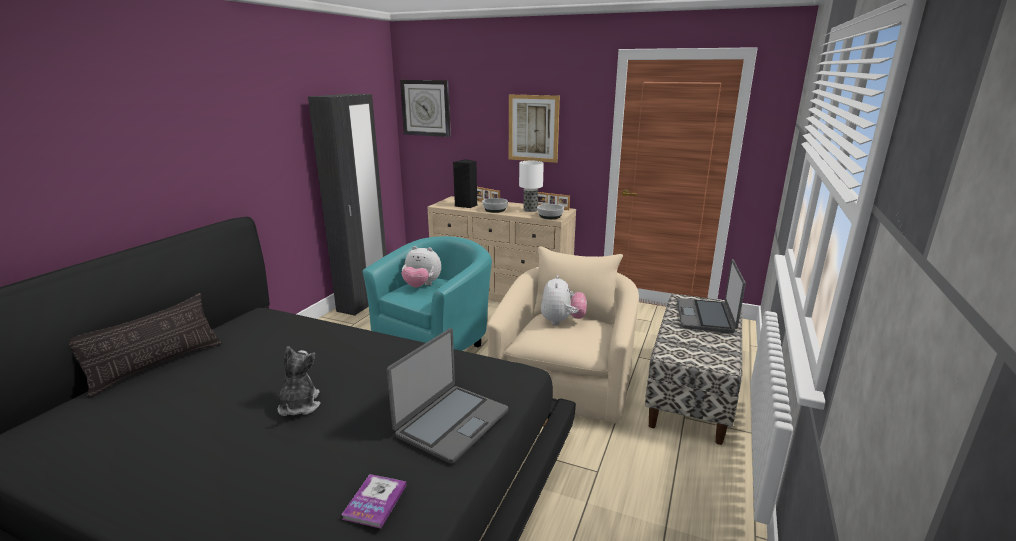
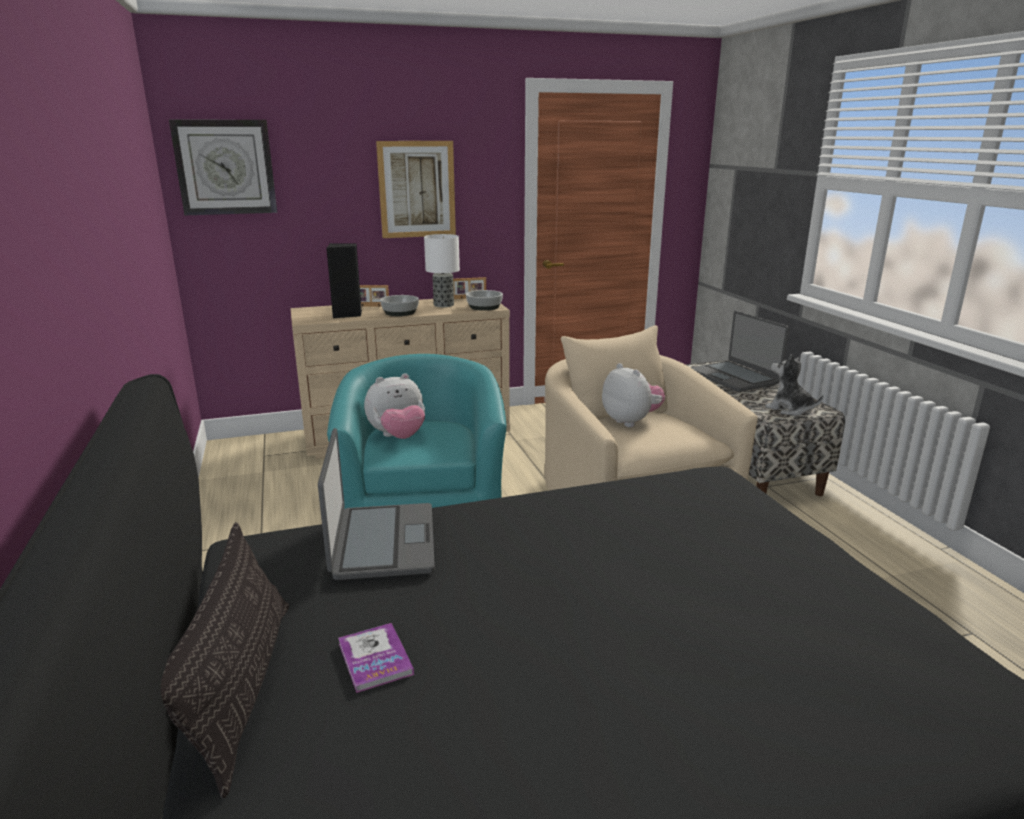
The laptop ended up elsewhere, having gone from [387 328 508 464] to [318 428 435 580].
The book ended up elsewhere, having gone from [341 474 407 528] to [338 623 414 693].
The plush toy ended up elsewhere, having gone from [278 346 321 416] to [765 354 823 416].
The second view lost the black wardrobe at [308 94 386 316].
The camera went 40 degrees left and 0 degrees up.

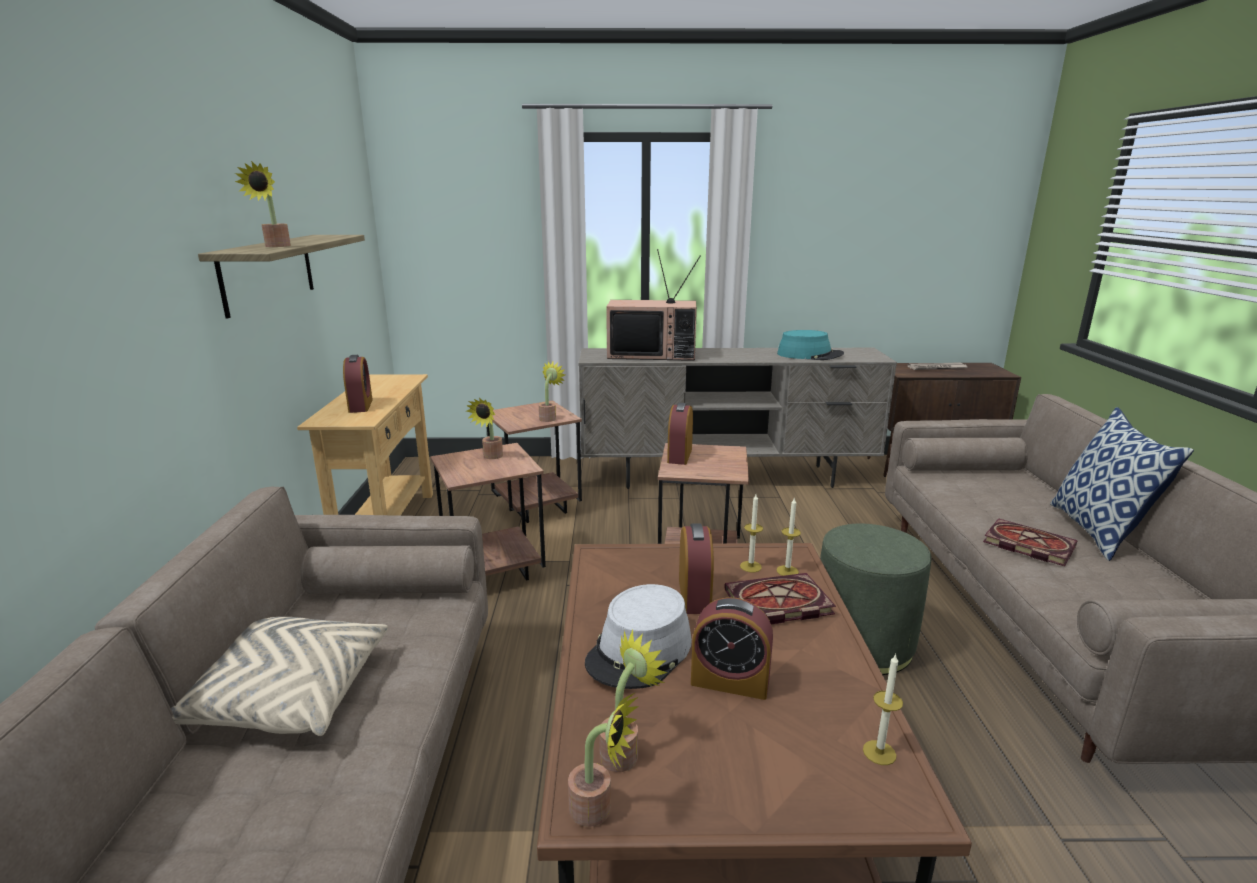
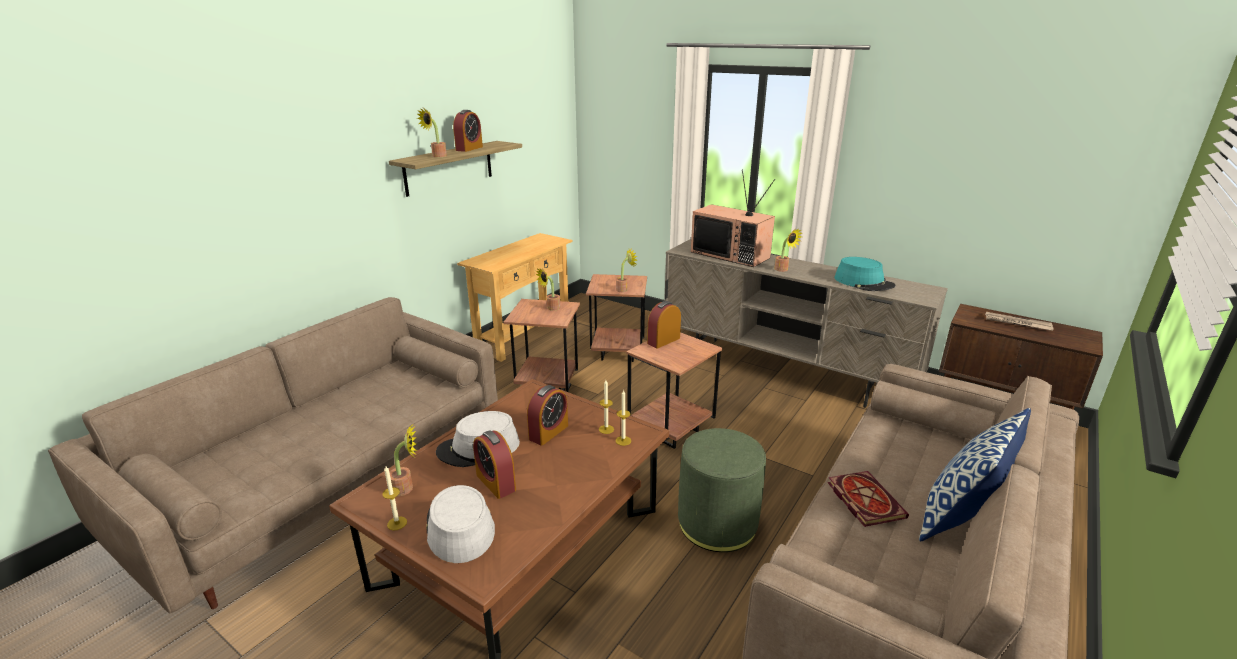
The candle ended up elsewhere, having gone from [863 654 903 765] to [382 467 407 531].
The second view gained the grey hat at [426 485 495 563].
The alarm clock ended up elsewhere, having gone from [343 355 373 413] to [453 110 483 152].
The potted plant ended up elsewhere, having gone from [568 692 639 827] to [774 229 802 272].
The second view lost the beige pillow at [171 617 388 736].
The second view lost the book at [724 573 836 624].
The camera went 35 degrees right and 5 degrees up.

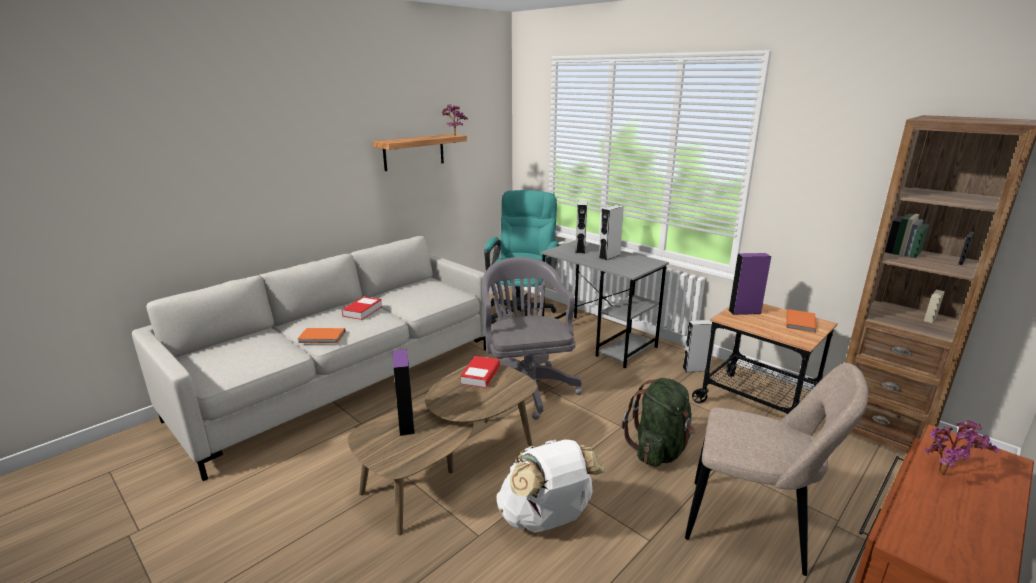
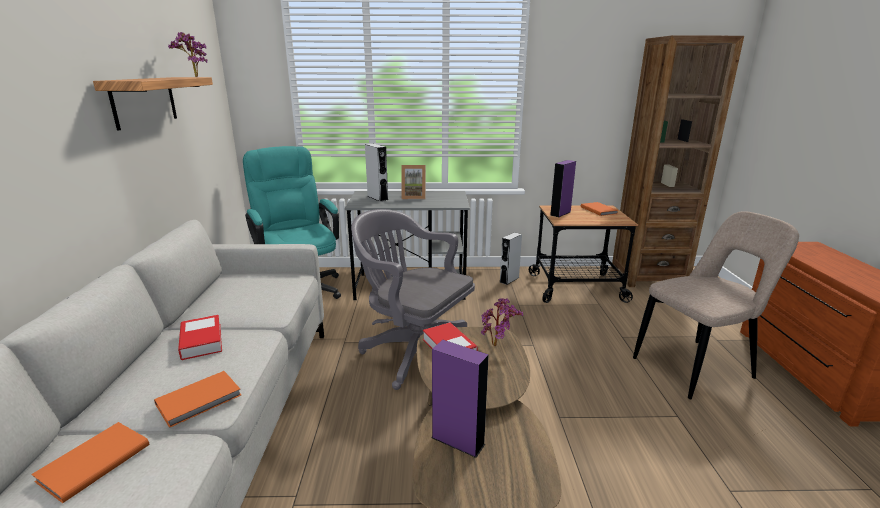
The second view gained the orange book at [31 422 149 503].
Where the grey speaker stood at [599 205 624 260], the picture frame came to stand at [402 165 426 199].
The potted plant ended up elsewhere, having gone from [925 420 1000 475] to [481 298 523 346].
The second view lost the white backpack at [497 439 605 533].
The second view lost the green backpack at [622 378 696 466].
The camera went 45 degrees left and 0 degrees up.

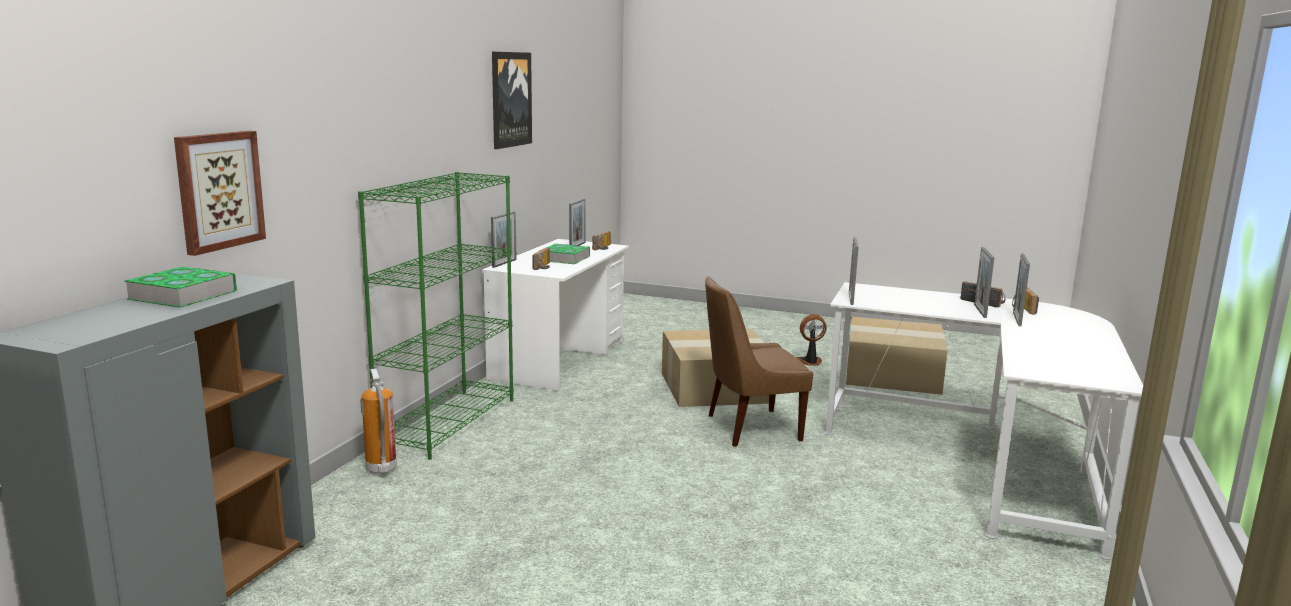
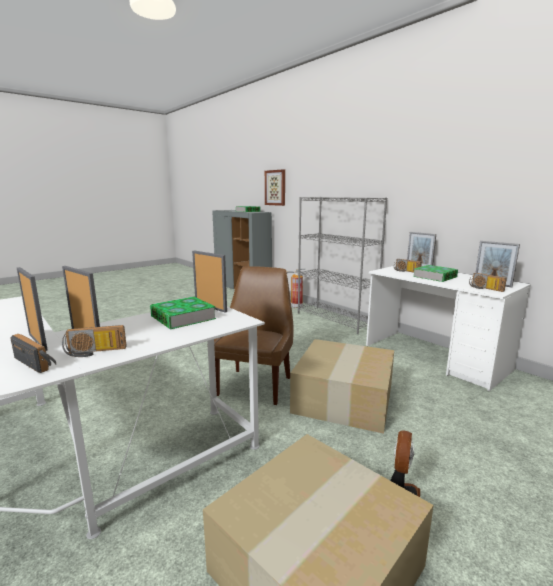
The second view gained the book at [150 296 216 329].
What was the green bookcase at [358 172 514 460] turned into the grey bookcase at [298 197 387 334].
The second view lost the picture at [492 52 532 149].
The camera went 120 degrees right and 0 degrees up.

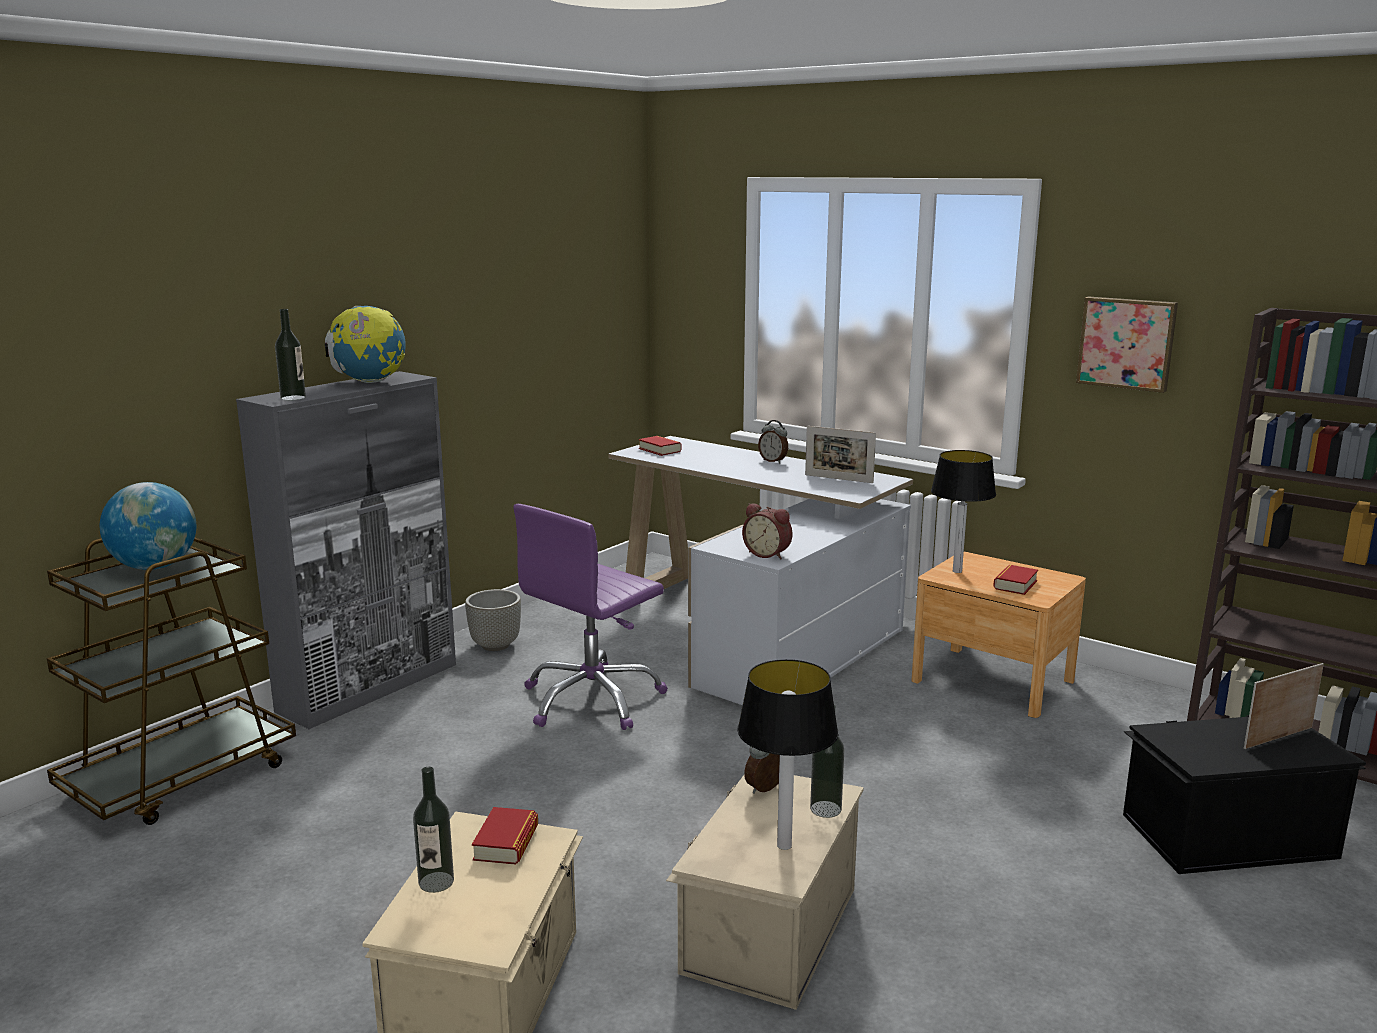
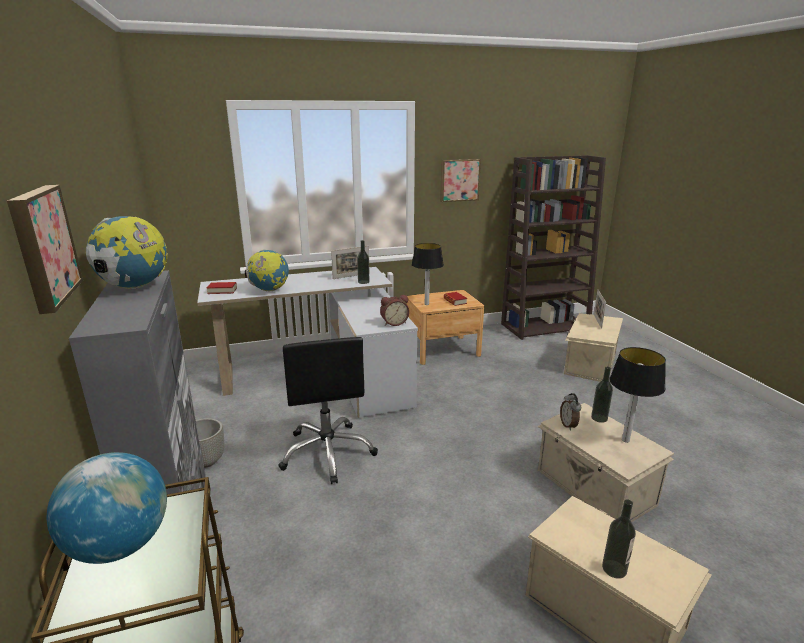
The second view gained the picture at [7 185 83 314].
The second view gained the globe at [245 250 289 291].
What was the purple office chair at [513 504 668 730] turned into the black office chair at [278 337 378 484].
The bottle ended up elsewhere, having gone from [275 309 306 400] to [357 240 370 284].
What was the black storage box at [1123 715 1366 874] turned into the beige storage box at [564 313 623 382].
The second view lost the book at [472 807 538 865].
The second view lost the alarm clock at [758 420 788 463].
The camera went 55 degrees left and 5 degrees up.

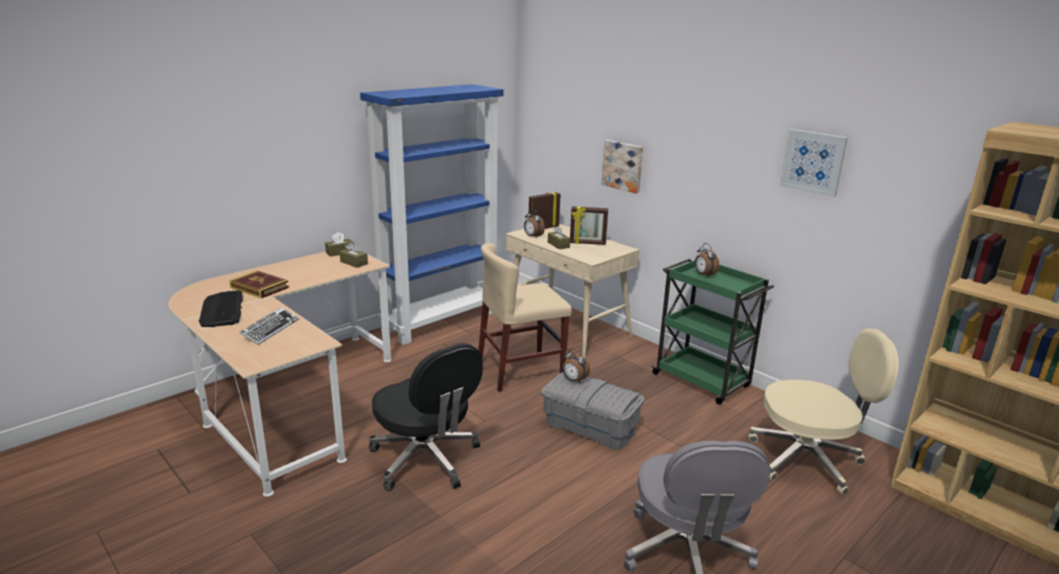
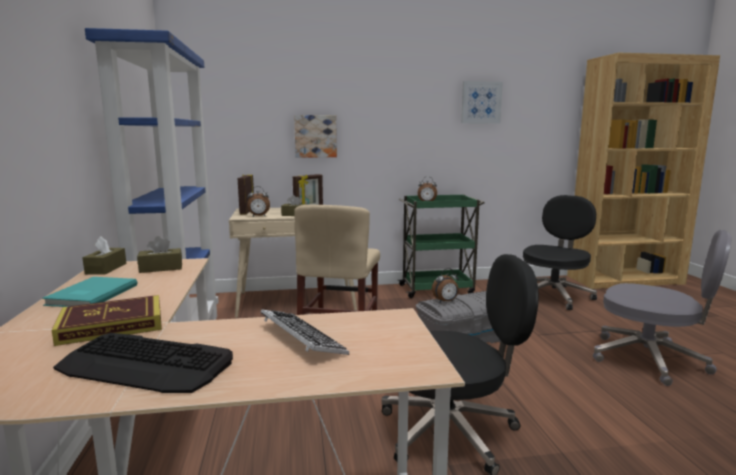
The second view gained the turquoise book at [42 277 137 307].
What was the beige office chair at [748 328 899 495] turned into the black office chair at [523 195 597 310].
The camera went 55 degrees left and 10 degrees down.

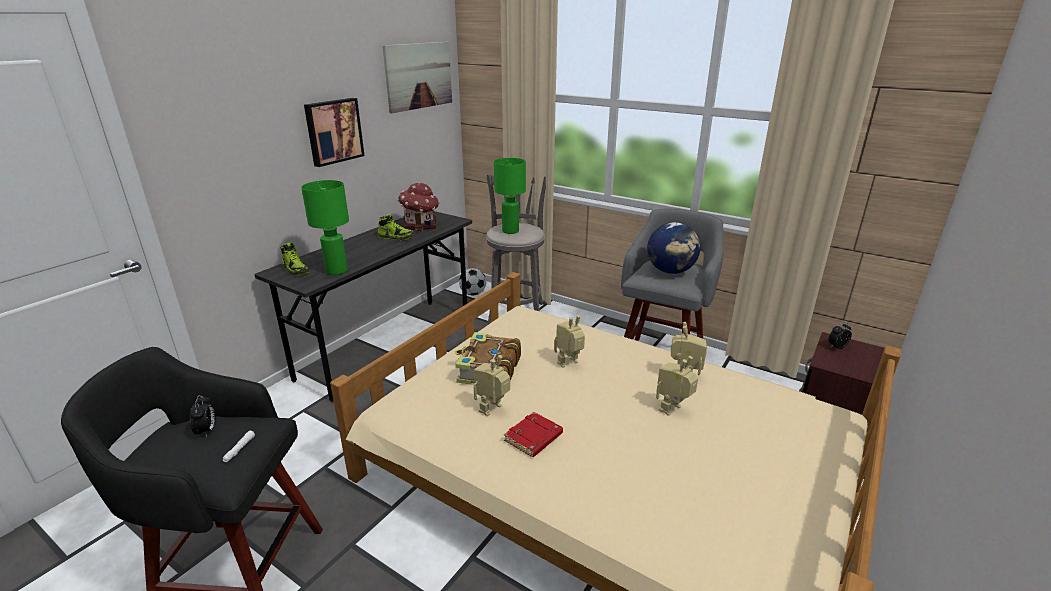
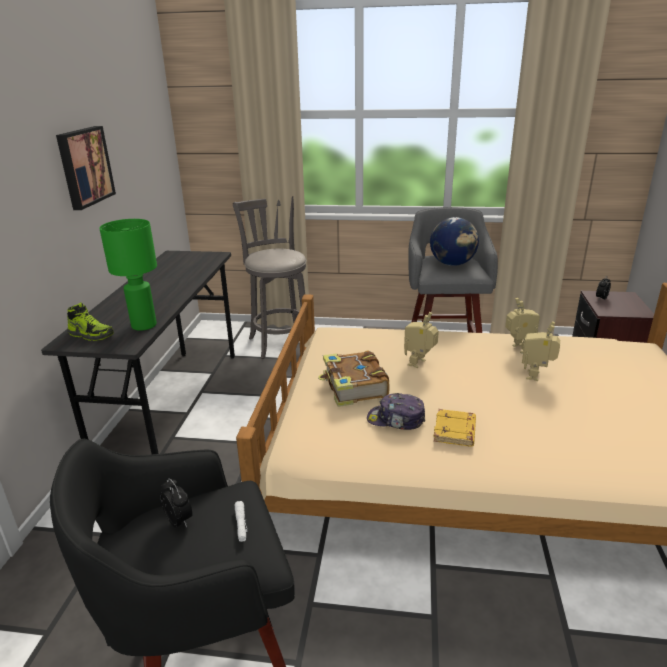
Where the toy robot stood at [474 355 510 416], the cap came to stand at [367 393 425 430].
What was the red book at [504 412 563 457] turned into the yellow book at [434 409 476 447].
The second view lost the shoe at [378 214 414 241].
The second view lost the picture at [382 42 452 113].
The second view lost the toy house at [398 183 440 232].
The second view lost the football at [459 268 486 296].
The second view lost the green table lamp at [494 158 526 234].
The camera went 25 degrees left and 0 degrees up.

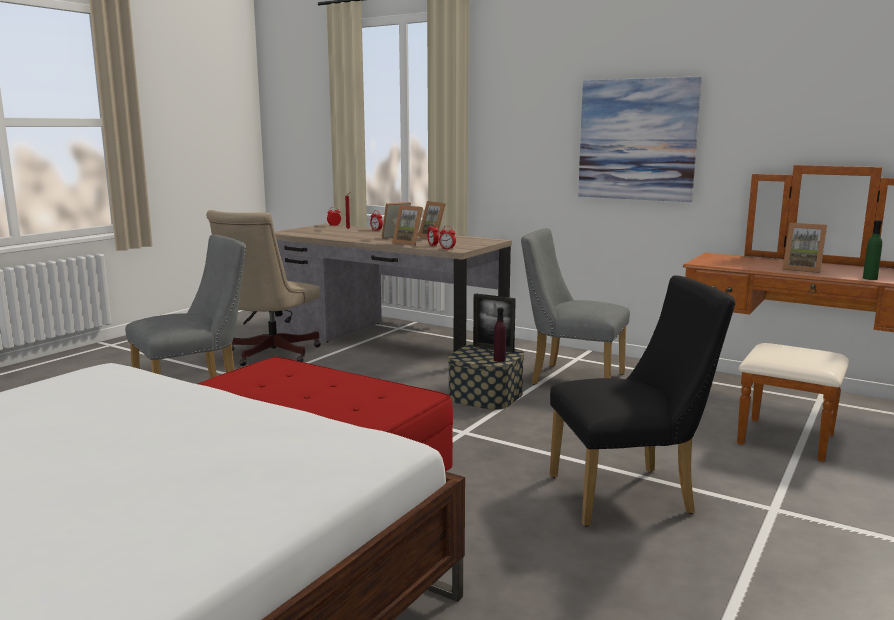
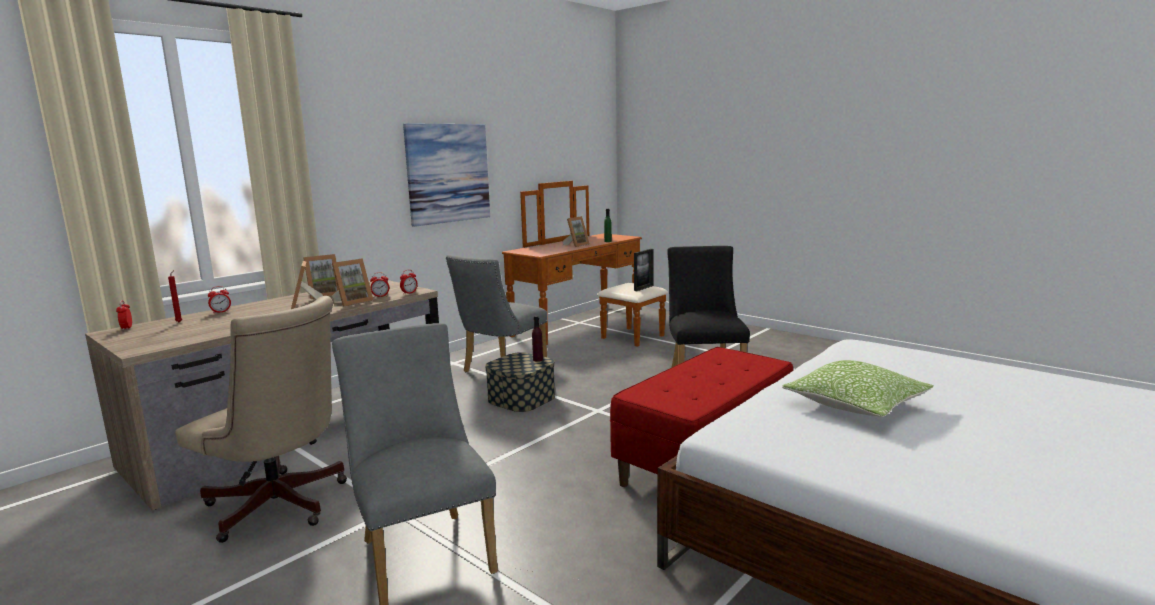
The picture frame ended up elsewhere, having gone from [473 294 516 353] to [634 249 654 291].
The second view gained the pillow at [782 360 933 417].
The camera went 80 degrees left and 0 degrees up.

